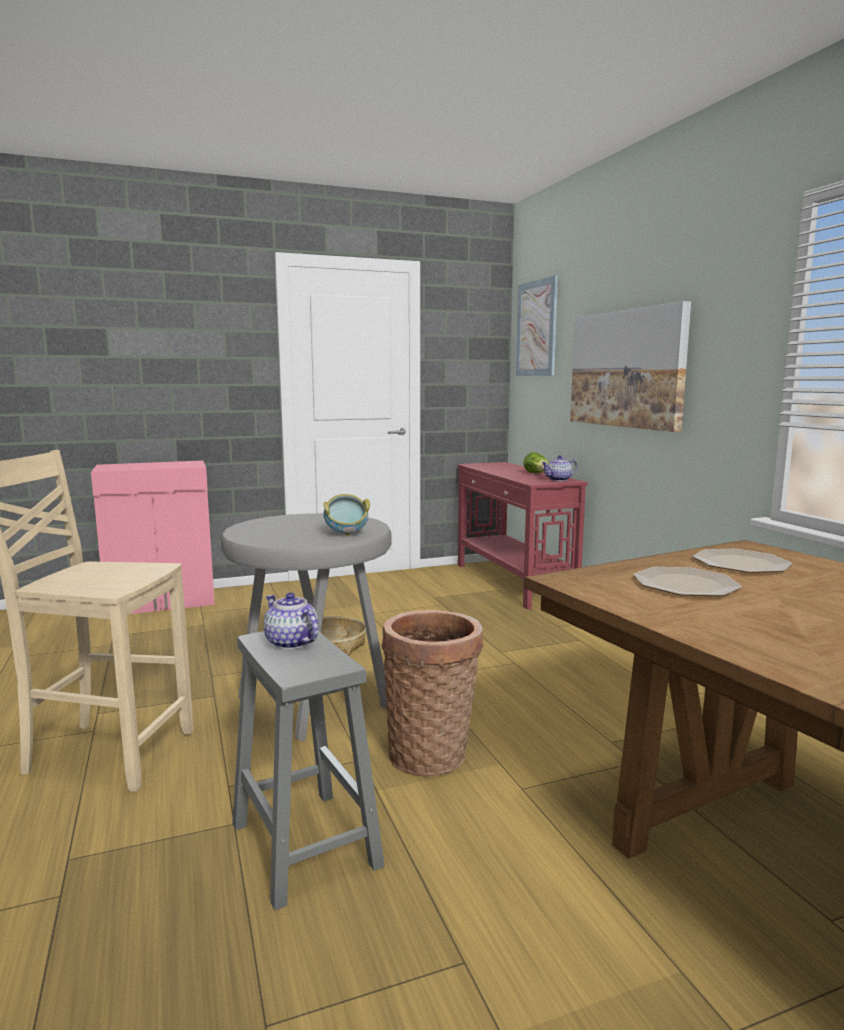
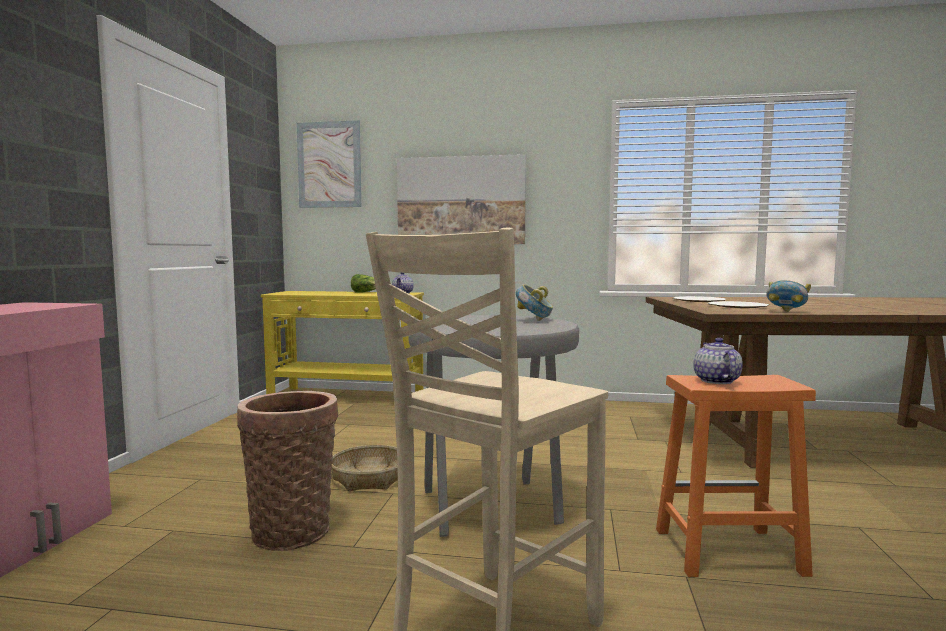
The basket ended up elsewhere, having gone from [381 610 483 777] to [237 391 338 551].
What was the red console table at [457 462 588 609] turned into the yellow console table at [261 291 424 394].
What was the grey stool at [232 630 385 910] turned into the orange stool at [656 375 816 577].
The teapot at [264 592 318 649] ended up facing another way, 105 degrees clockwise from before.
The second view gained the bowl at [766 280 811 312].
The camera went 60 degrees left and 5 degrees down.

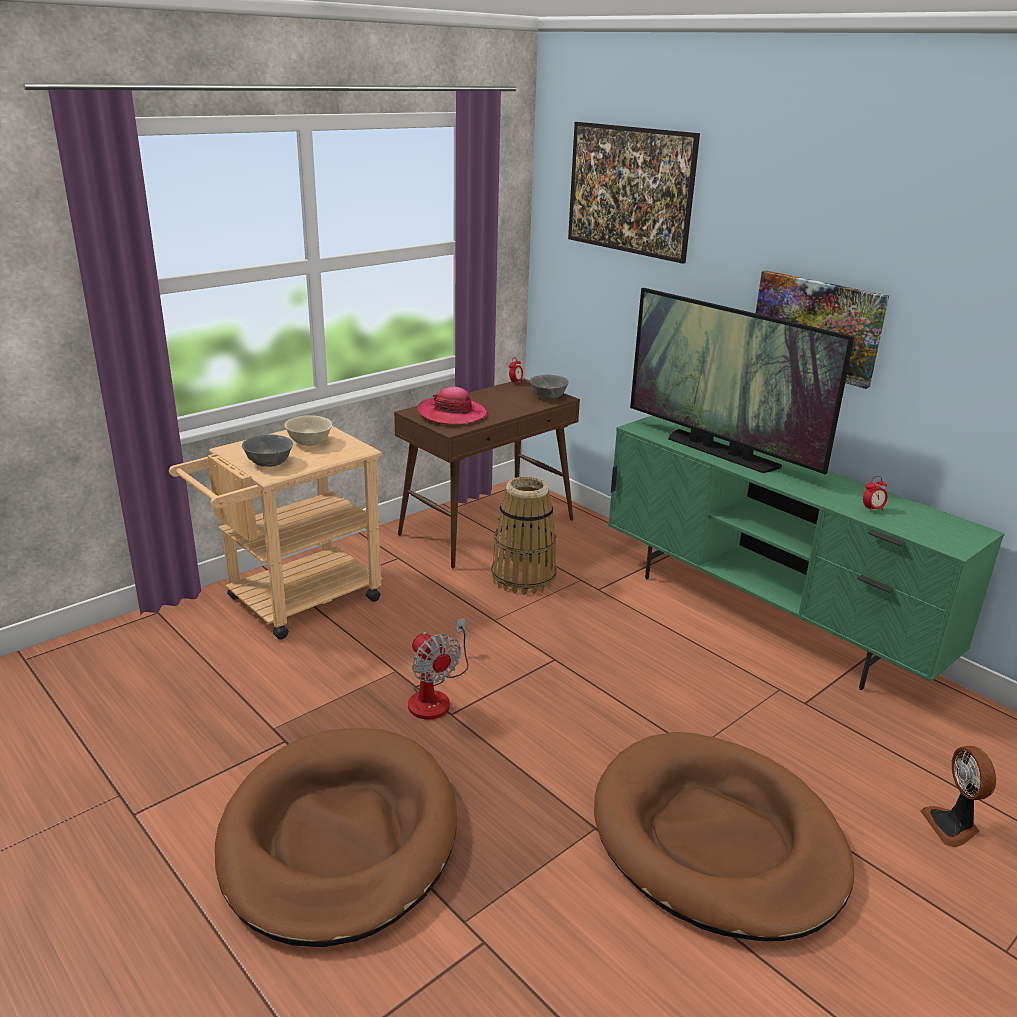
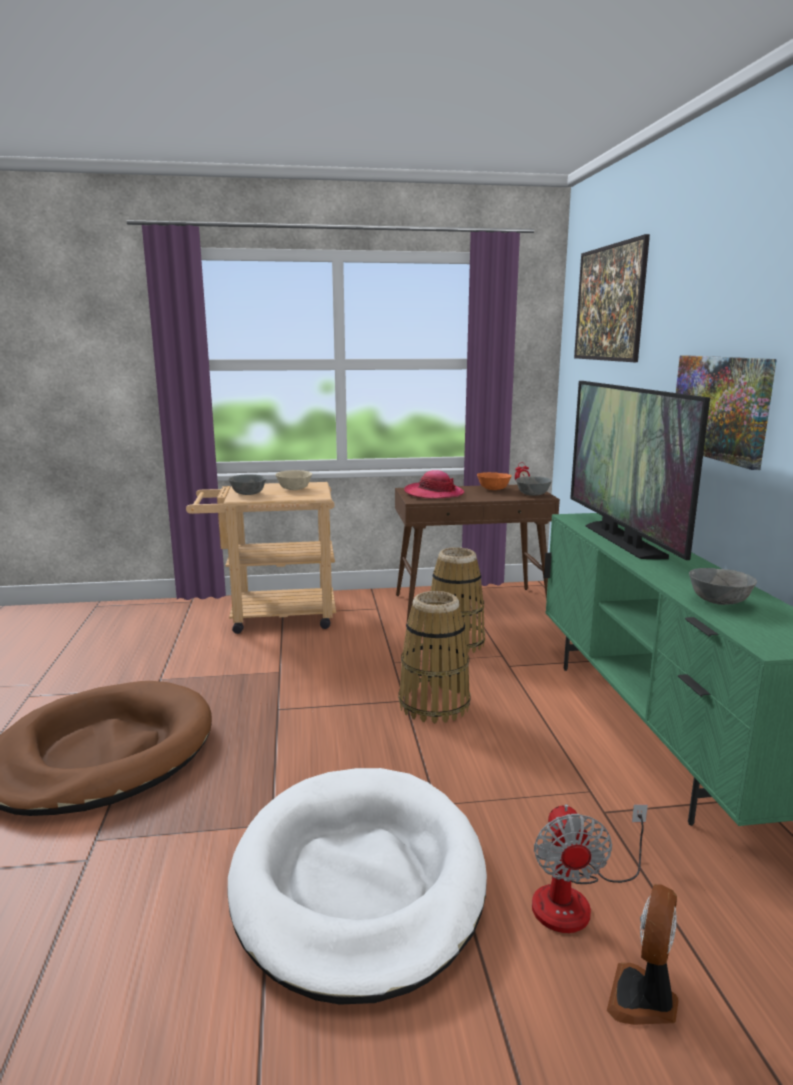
What was the brown dog bed at [594 732 854 941] turned into the white dog bed at [228 768 487 1005].
The second view gained the basket at [398 591 471 723].
The second view gained the orange bowl at [477 472 512 490].
The fan ended up elsewhere, having gone from [408 618 468 719] to [532 804 648 933].
Where the alarm clock stood at [863 476 888 513], the grey bowl came to stand at [689 568 757 605].
The camera went 35 degrees right and 10 degrees down.

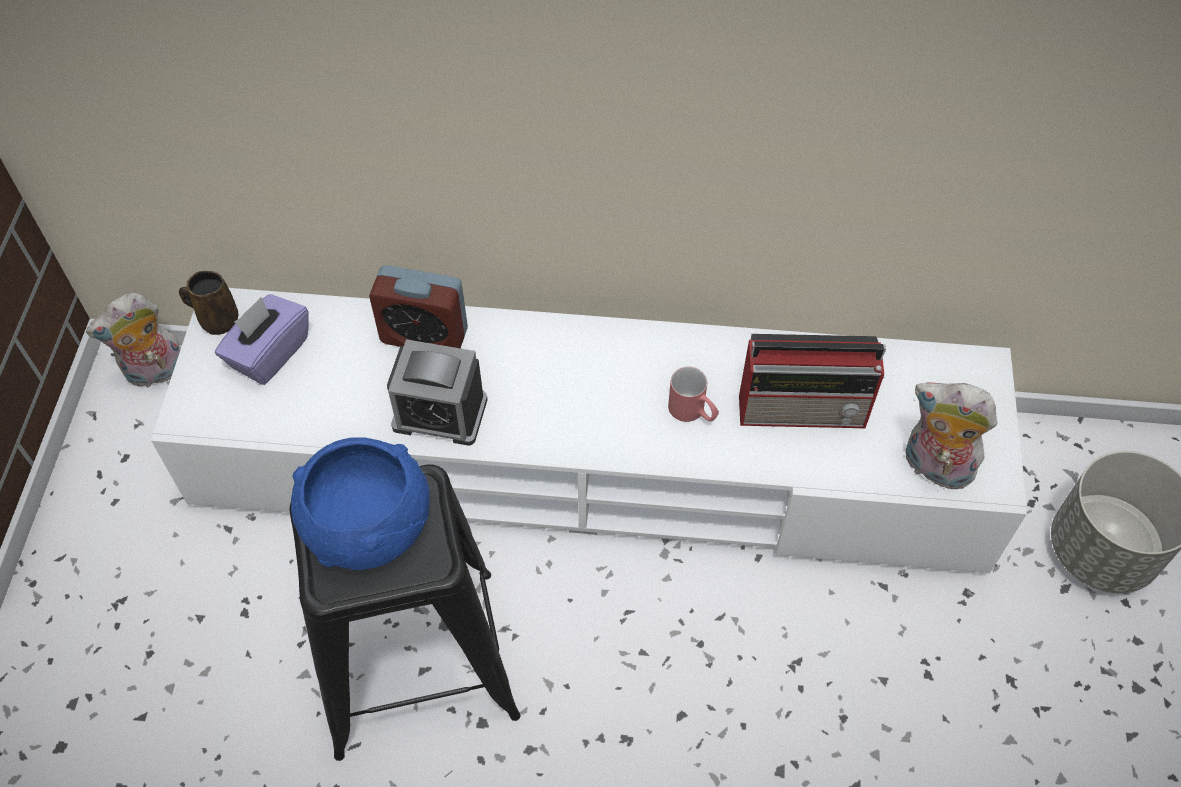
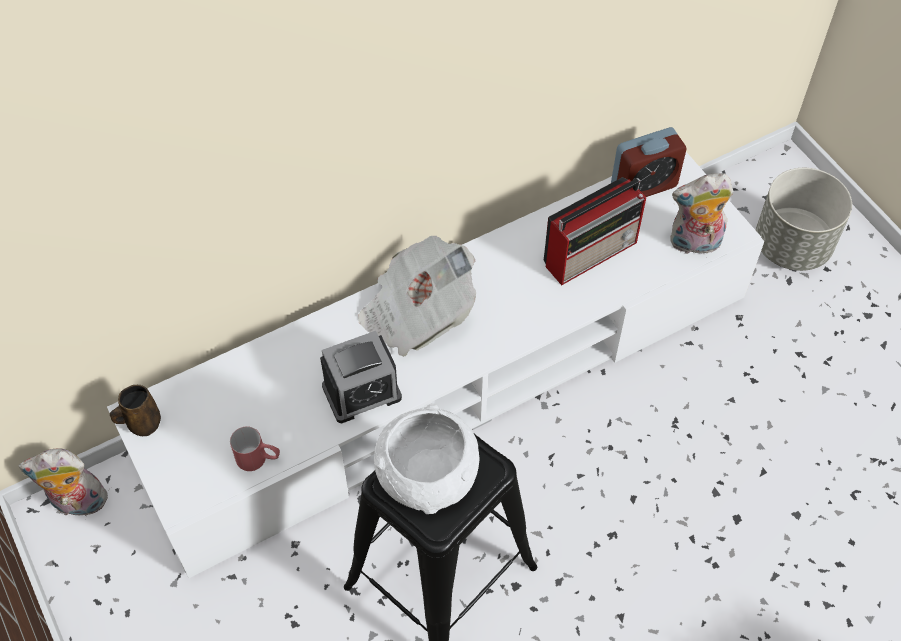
The plush toy at [86 293 181 388] ended up facing another way, 60 degrees clockwise from before.
The red mug ended up elsewhere, having gone from [668 367 719 422] to [230 426 280 471].
The second view gained the newspaper at [358 236 476 357].
What was the blue bowl at [291 437 430 570] turned into the white bowl at [374 403 479 514].
The alarm clock ended up elsewhere, having gone from [369 265 468 348] to [611 127 687 197].
The second view lost the purple tissue box at [215 294 309 385].
The camera went 35 degrees left and 0 degrees up.

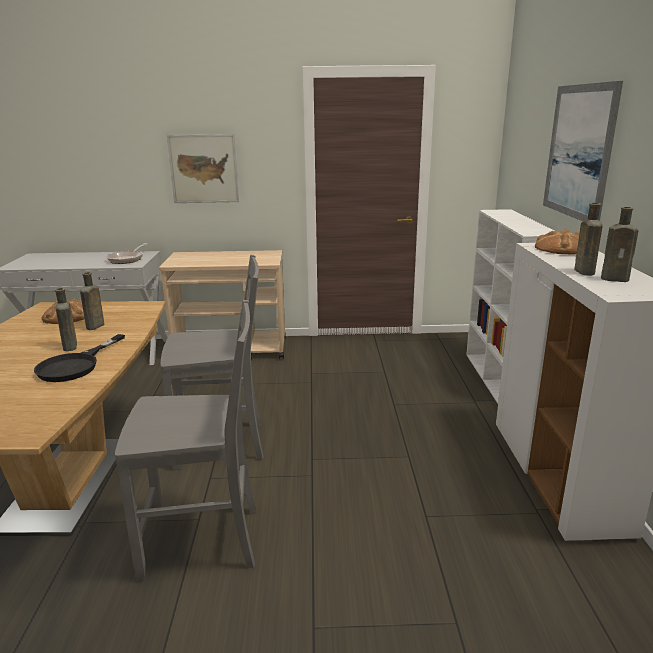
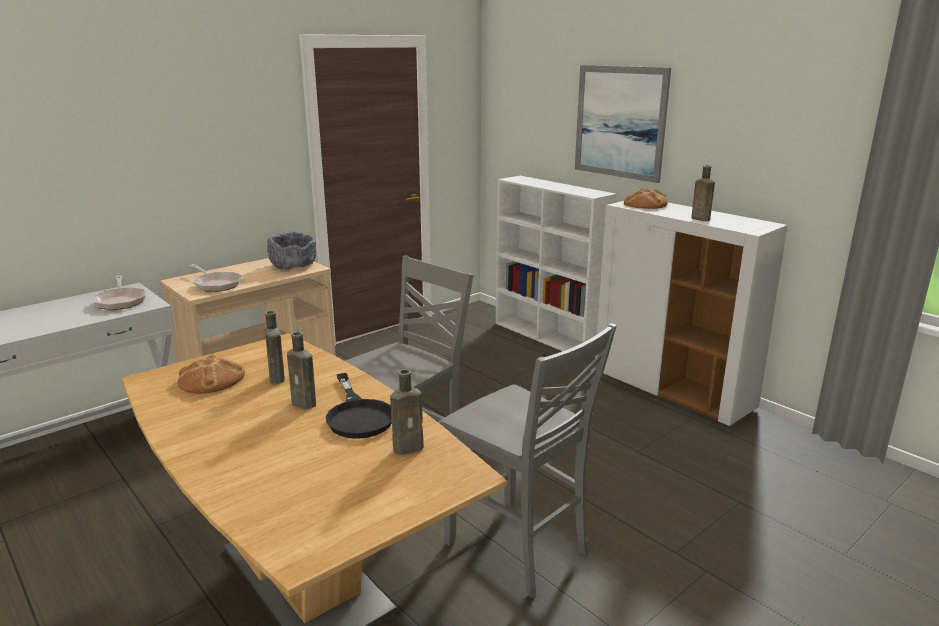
The second view gained the frying pan at [190 264 243 292].
The second view gained the grey bowl at [267 232 316 269].
The brown bottle ended up elsewhere, having gone from [601 207 638 282] to [390 369 424 455].
The grey chair at [115 300 256 581] ended up facing another way, 90 degrees clockwise from before.
The second view lost the picture at [167 134 239 203].
The camera went 40 degrees left and 0 degrees up.

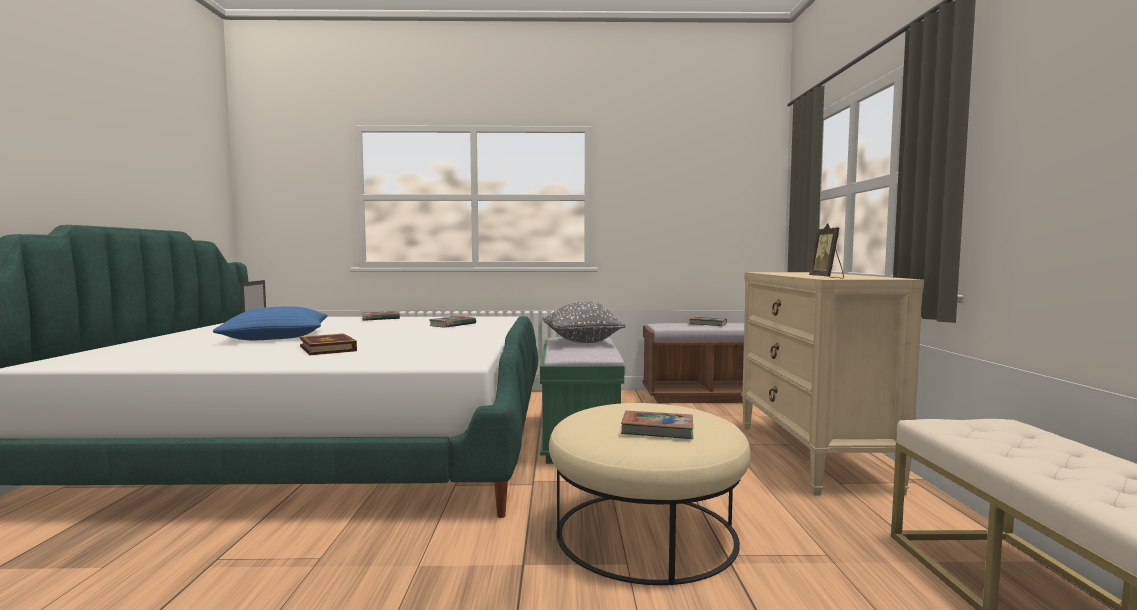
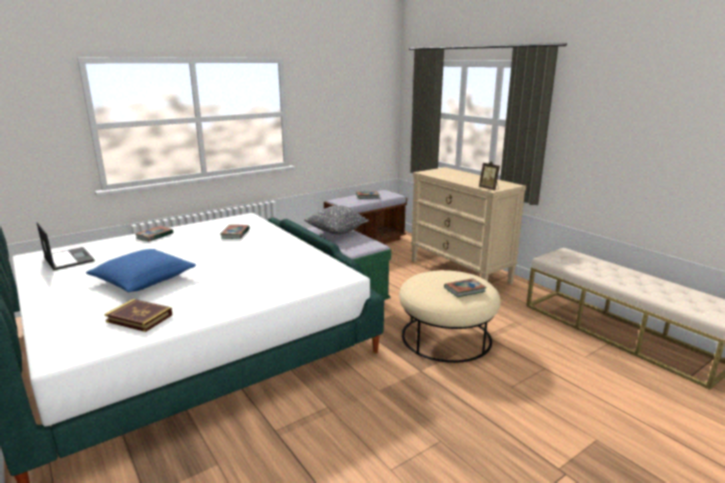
The book ended up elsewhere, having gone from [300 333 357 355] to [105 299 172 332].
The camera went 35 degrees left and 15 degrees up.

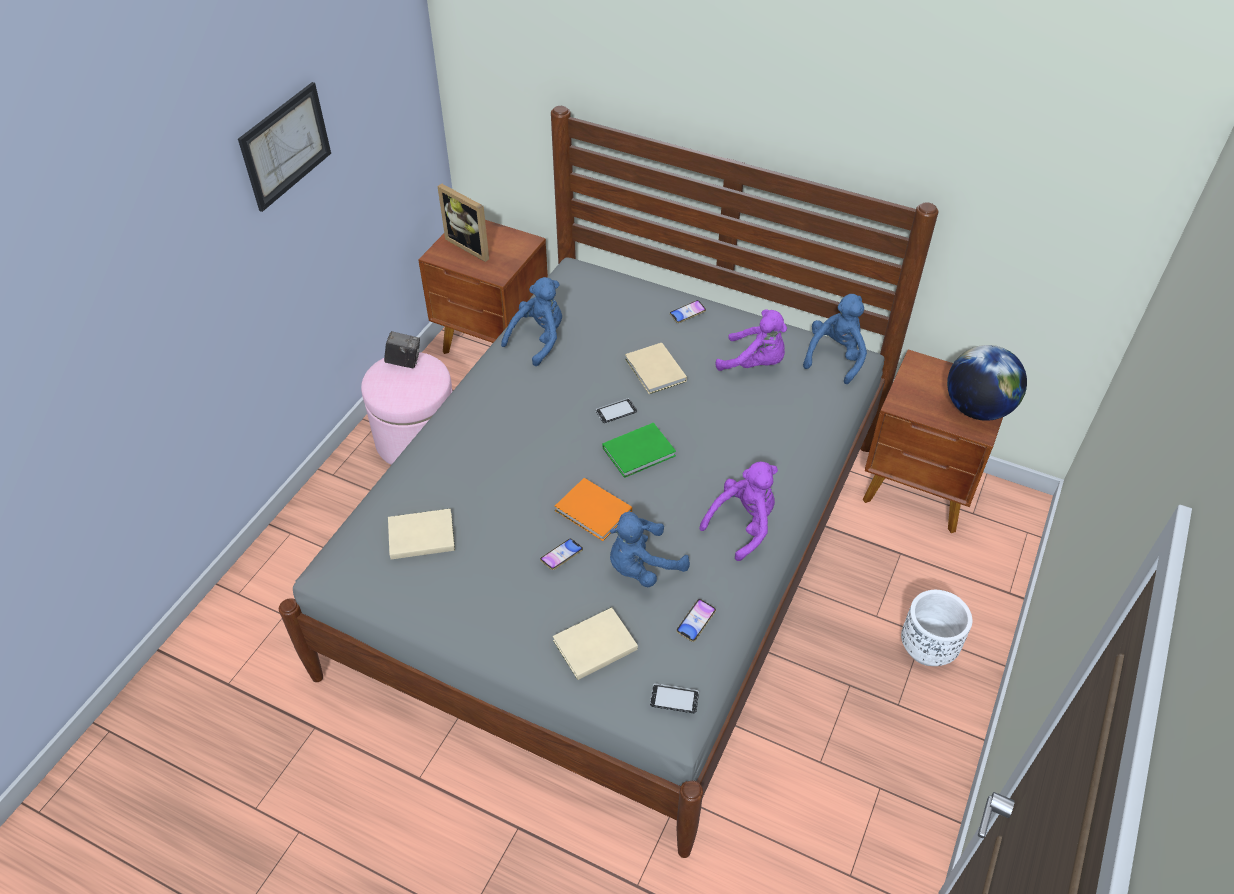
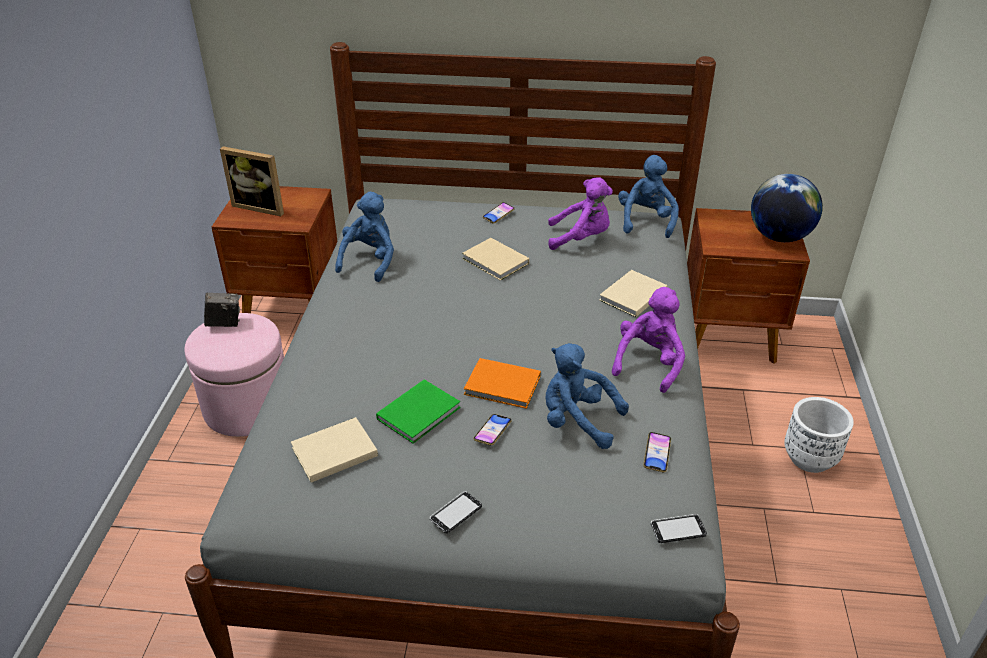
The green book ended up elsewhere, having gone from [603 423 676 478] to [376 379 460 444].
The phone ended up elsewhere, having gone from [596 398 637 423] to [430 491 482 533].
The blue plush toy at [610 512 690 587] ended up facing another way, 75 degrees clockwise from before.
The beige book ended up elsewhere, having gone from [553 607 638 680] to [599 270 667 317].
The second view lost the picture at [238 82 331 212].
The camera went 20 degrees left and 10 degrees down.

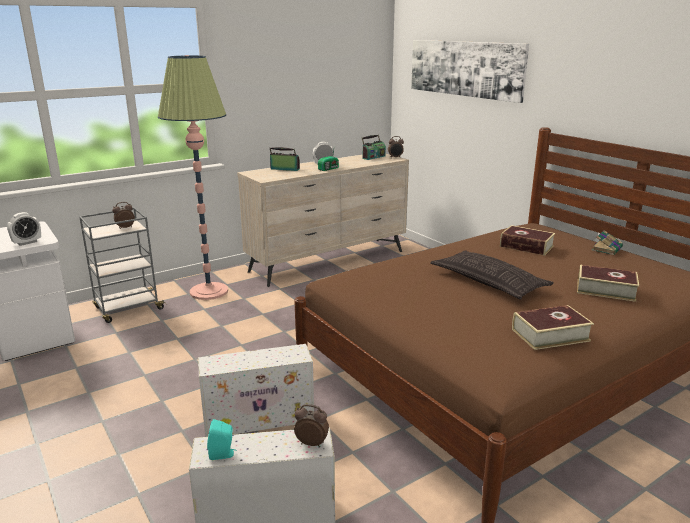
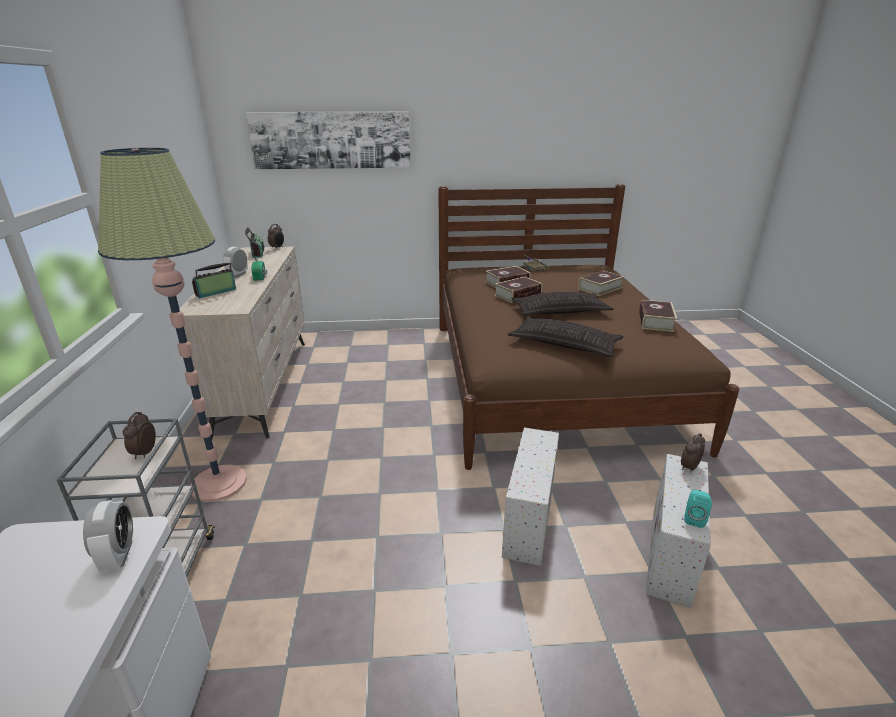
The second view gained the book at [494 277 542 303].
The second view gained the pillow at [508 317 624 357].
The camera went 60 degrees left and 5 degrees up.

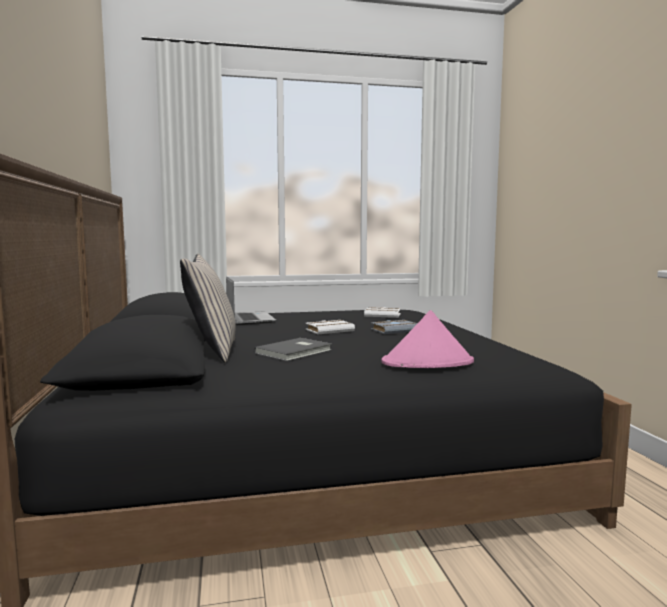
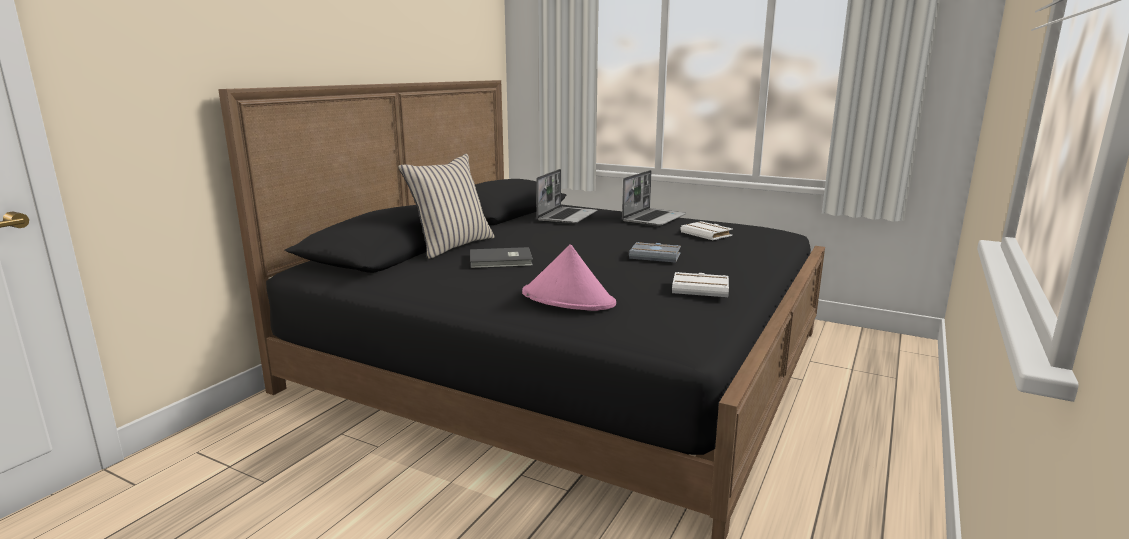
The second view gained the laptop at [622 170 686 227].
The white book ended up elsewhere, having gone from [306 320 355 334] to [672 272 729 297].
The camera went 40 degrees right and 10 degrees up.

